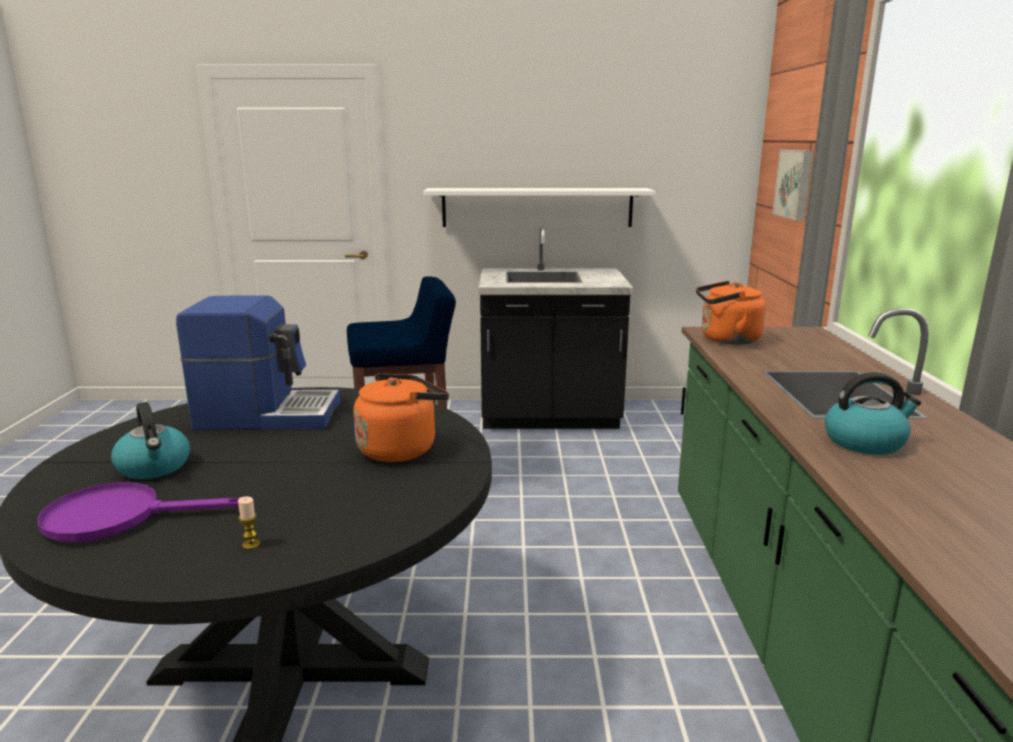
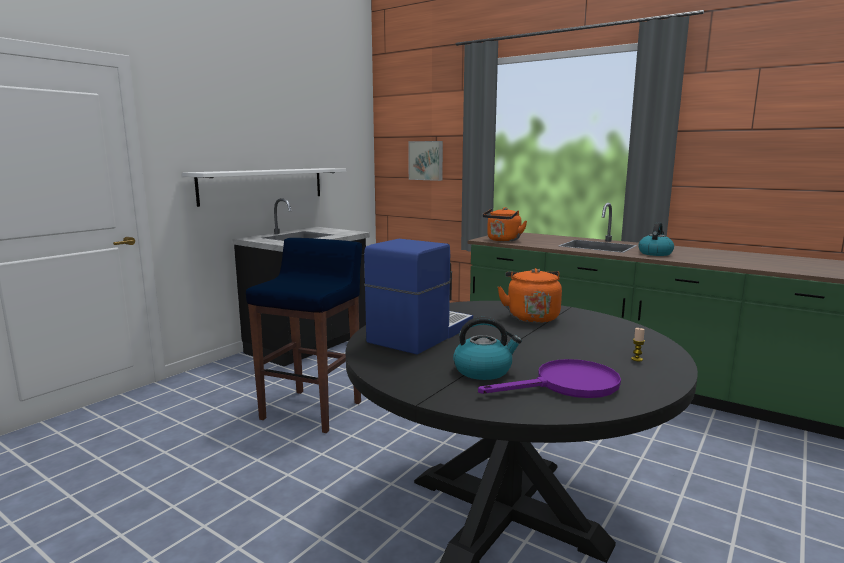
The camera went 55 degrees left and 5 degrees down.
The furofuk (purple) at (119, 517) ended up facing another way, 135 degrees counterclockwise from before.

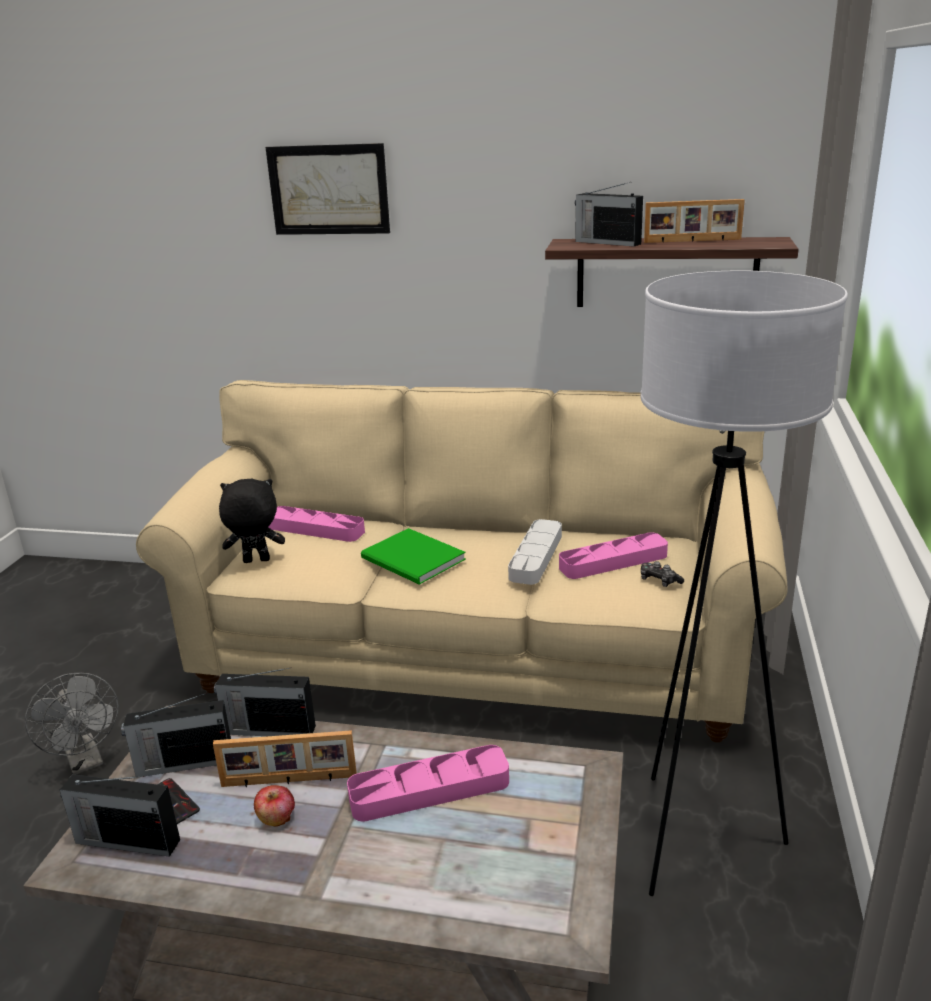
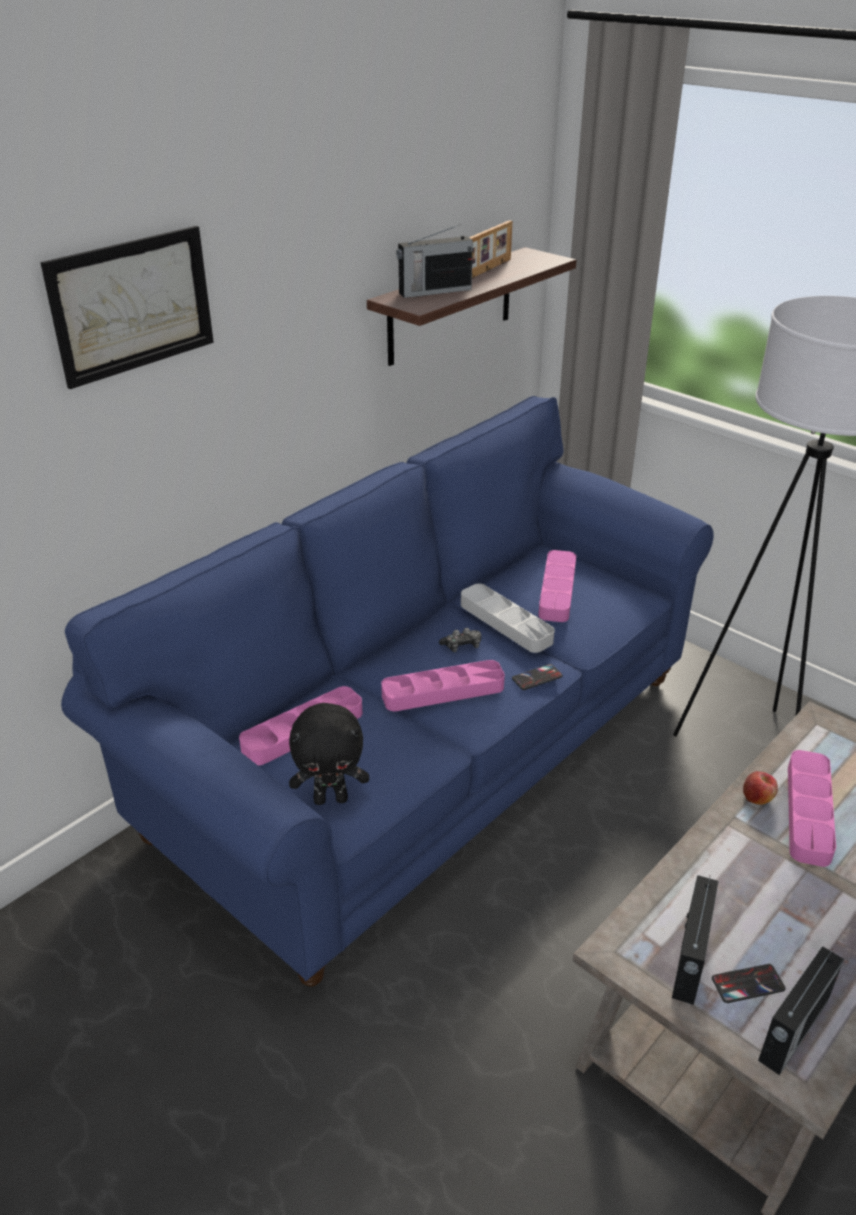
The camera went 60 degrees left and 10 degrees up.
The second view lost the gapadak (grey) at (86, 761).
What was the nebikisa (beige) at (472, 652) turned into the nebikisa (blue) at (427, 755).
The second view lost the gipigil at (289, 781).
The second view lost the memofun at (268, 729).
The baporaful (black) at (256, 561) ended up facing another way, 120 degrees counterclockwise from before.
The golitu ended up elsewhere, having gone from (276, 818) to (757, 798).
Where the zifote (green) stood at (413, 560), the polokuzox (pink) came to stand at (443, 691).
The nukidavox ended up elsewhere, having gone from (659, 581) to (462, 646).
The second view gained the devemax at (537, 677).

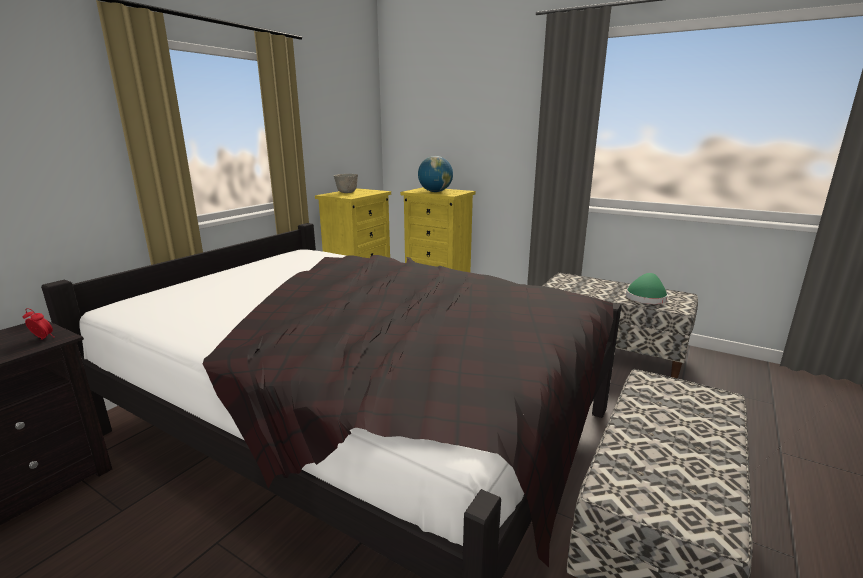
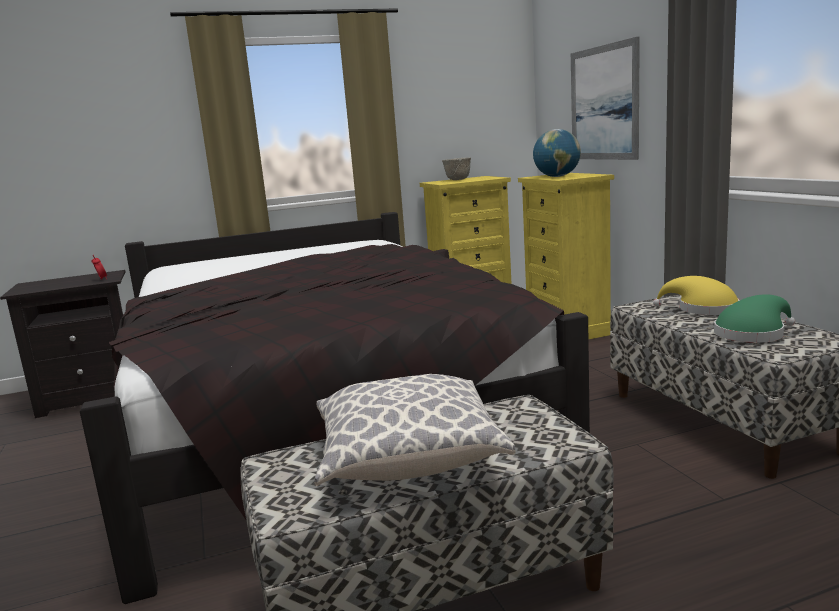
The camera went 40 degrees right and 5 degrees down.
The second view gained the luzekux at (408, 460).
The second view gained the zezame at (604, 103).
The second view gained the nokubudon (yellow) at (702, 309).

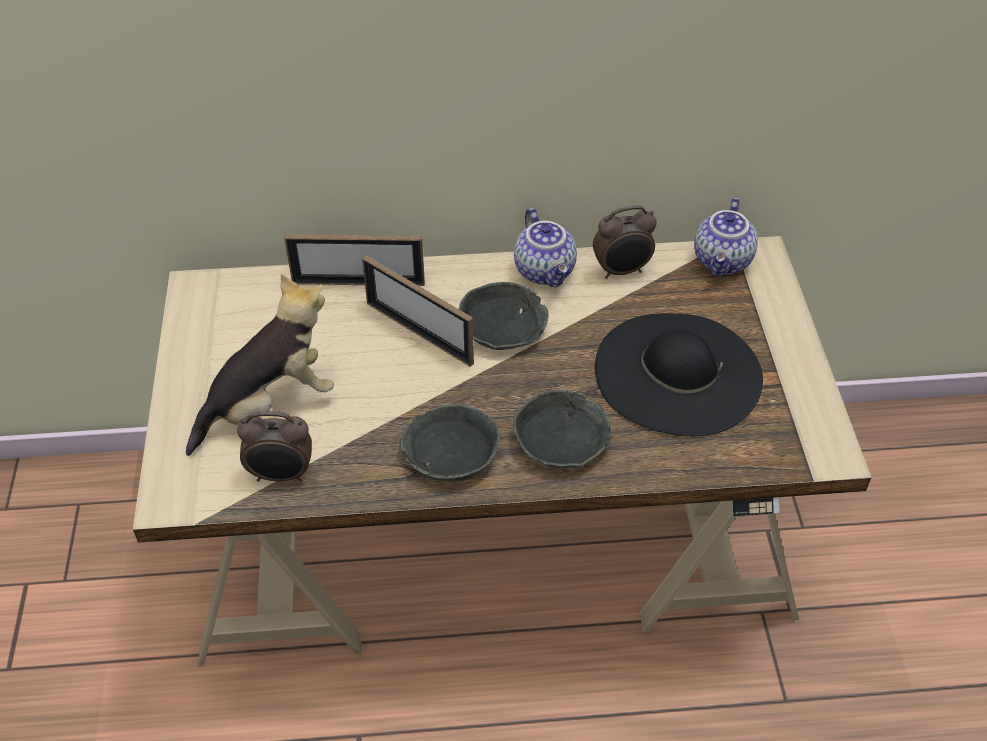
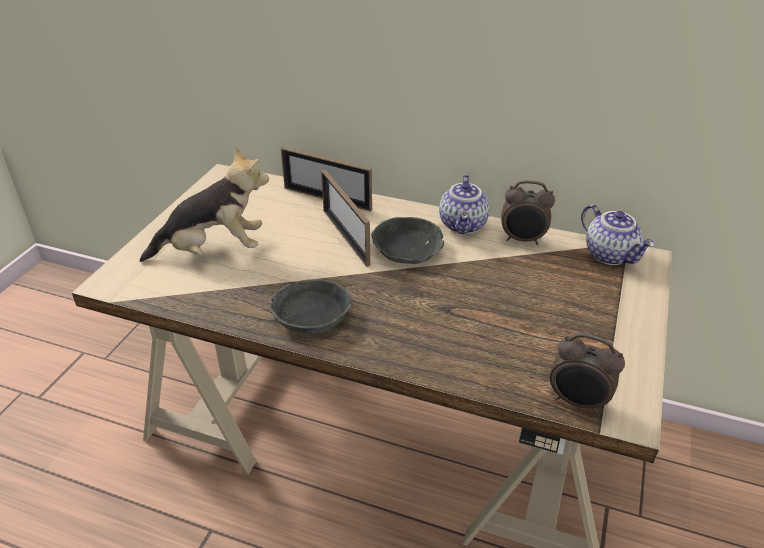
The camera went 25 degrees right and 10 degrees down.
The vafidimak ended up elsewhere, having gone from (281, 475) to (577, 402).
The second view lost the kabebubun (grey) at (562, 440).
The second view lost the nokubudon (black) at (677, 373).
The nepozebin at (723, 261) ended up facing another way, 75 degrees counterclockwise from before.

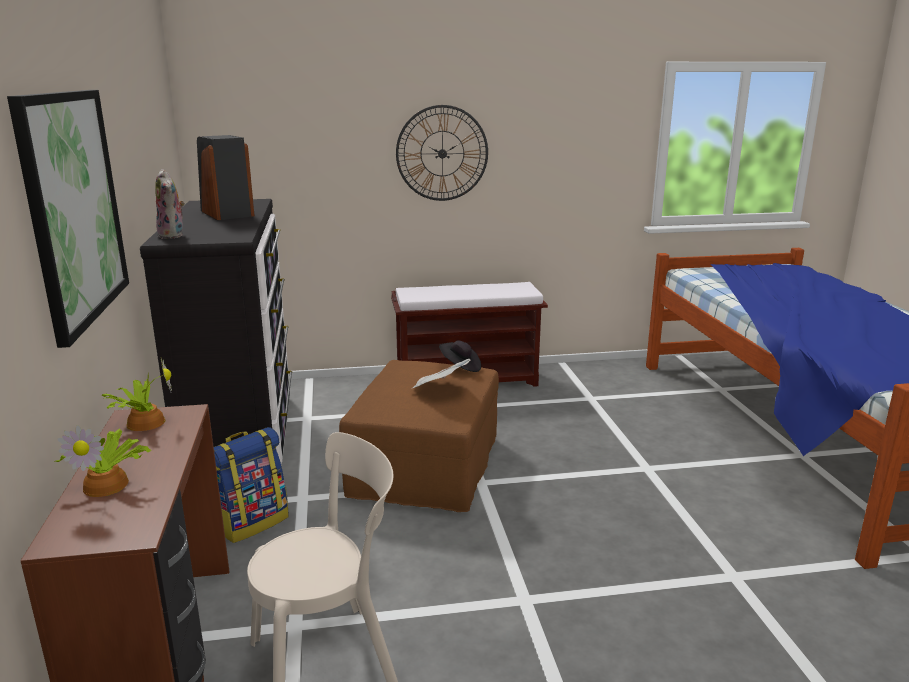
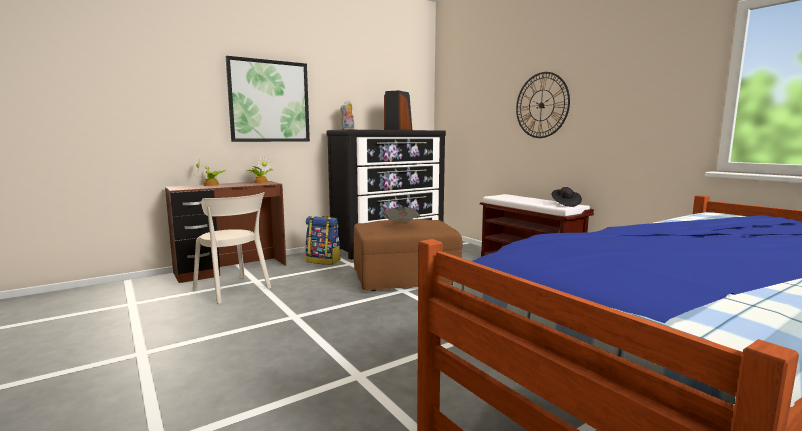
The camera went 65 degrees right and 10 degrees down.
The nokubudon (black) ended up elsewhere, having gone from (460, 367) to (565, 204).

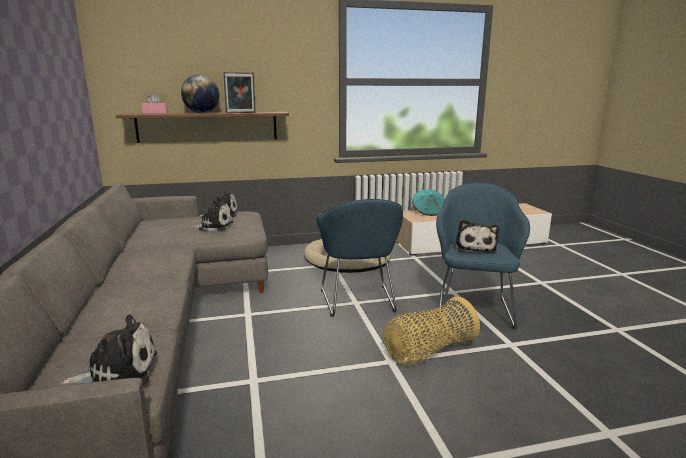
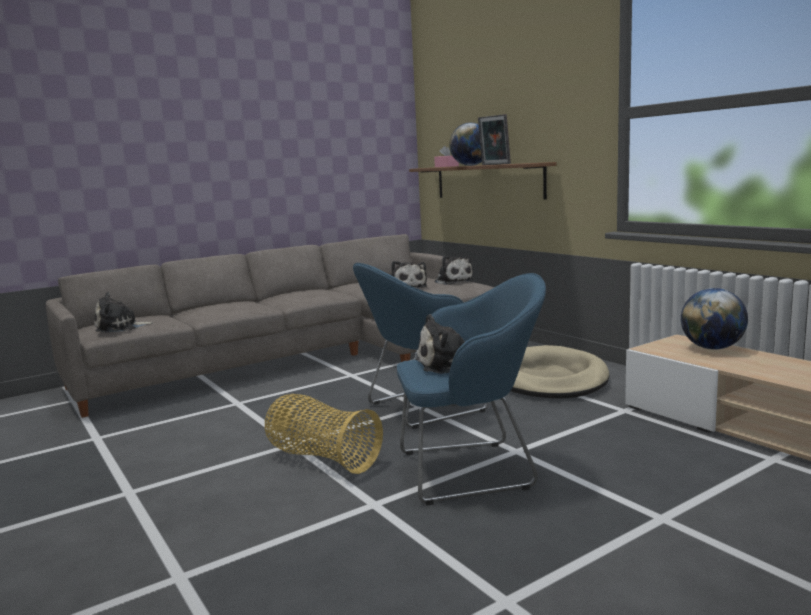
The camera went 70 degrees right and 5 degrees down.
The baporaful at (118, 372) ended up facing another way, 105 degrees clockwise from before.
Where the nokubudon (turquoise) stood at (428, 212), the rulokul came to stand at (712, 348).

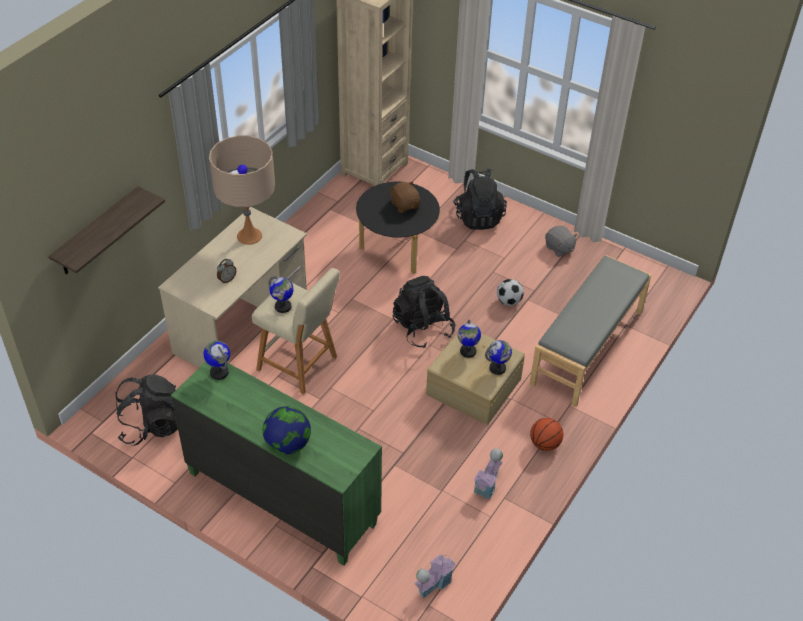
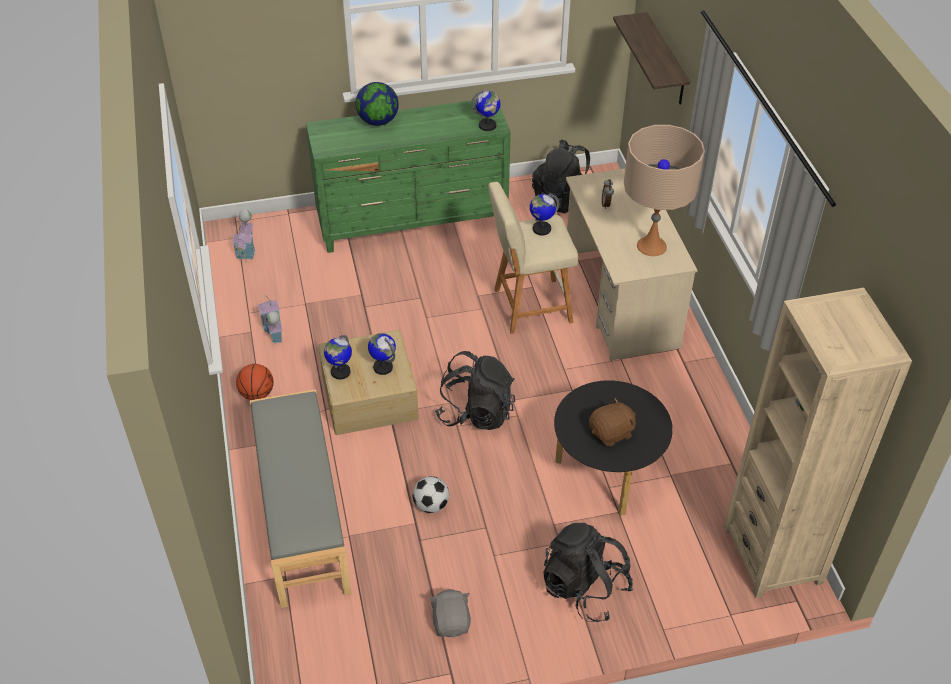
The camera went 135 degrees right and 0 degrees up.
The baporaful (brown) at (405, 205) ended up facing another way, 45 degrees counterclockwise from before.
The baporaful (grey) at (559, 248) ended up facing another way, 75 degrees clockwise from before.

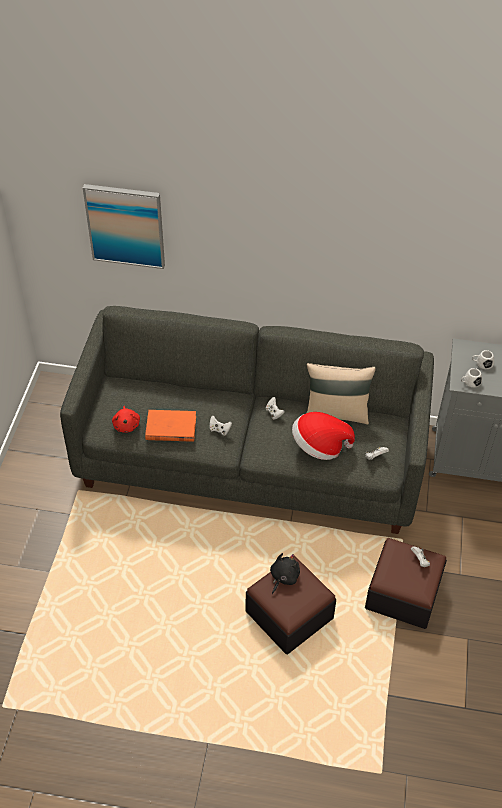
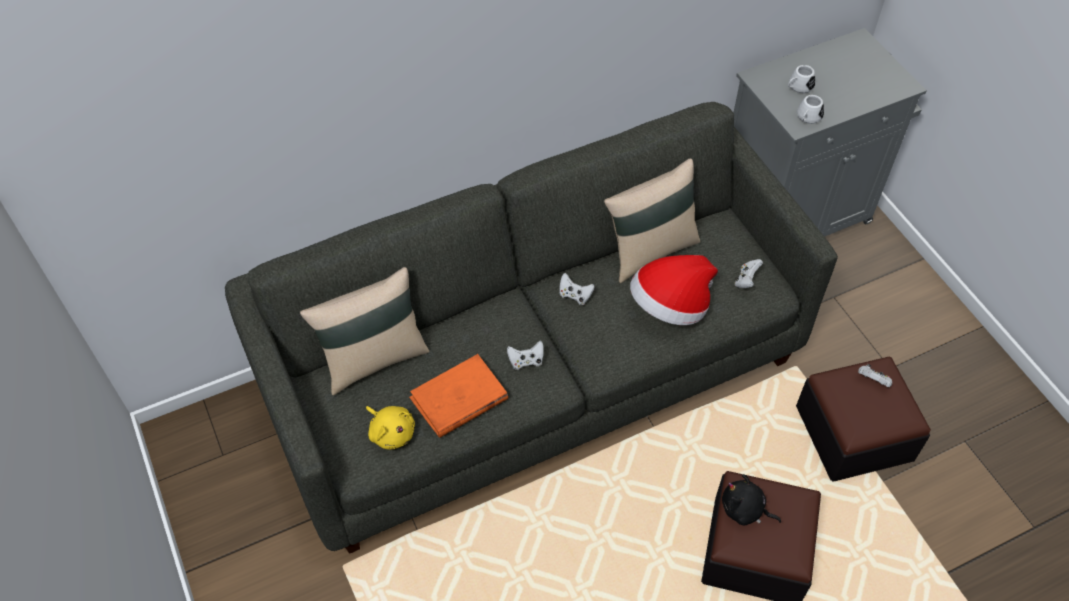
The camera went 35 degrees left and 5 degrees up.
The second view lost the zezame at (125, 225).
What was the baporaful (red) at (126, 425) turned into the baporaful (yellow) at (391, 432).
The baporaful (black) at (283, 577) ended up facing another way, 60 degrees counterclockwise from before.
The second view gained the luzekux (beige) at (373, 359).

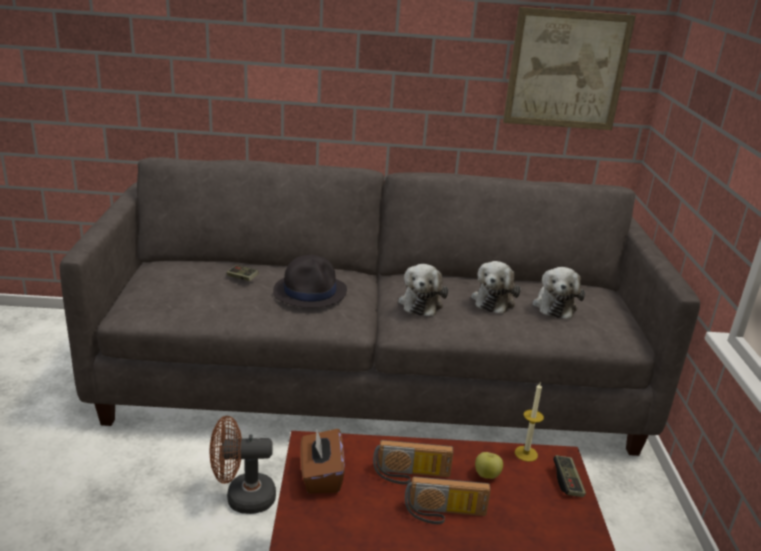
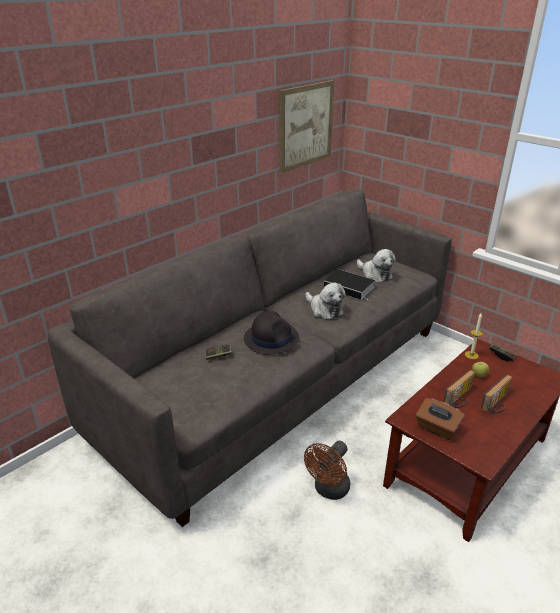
The camera went 45 degrees left and 5 degrees up.
Where the baporaful stood at (494, 300), the zifote came to stand at (350, 287).

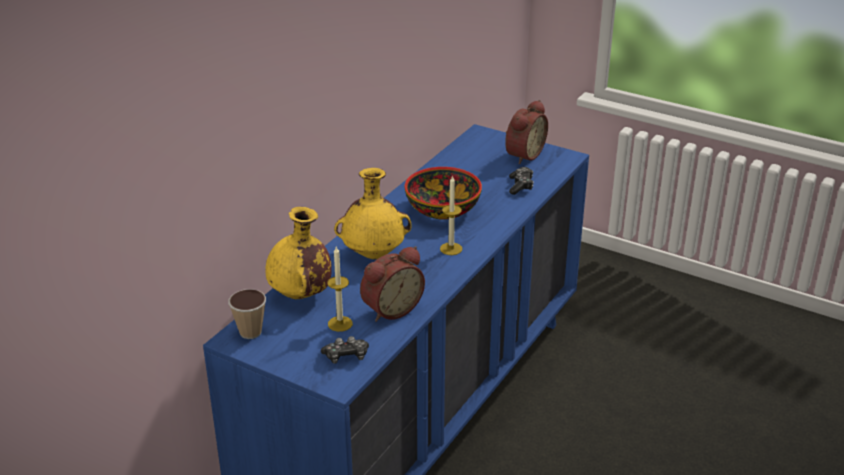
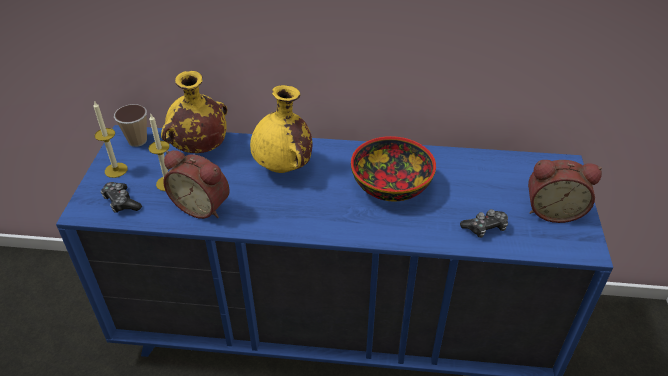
The camera went 65 degrees right and 10 degrees up.
The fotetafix ended up elsewhere, having gone from (451, 249) to (116, 170).

